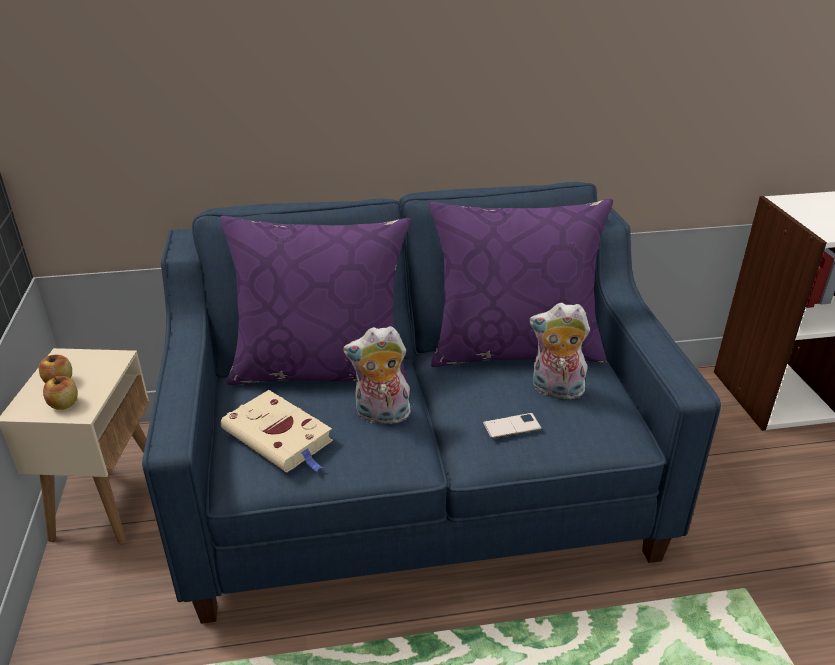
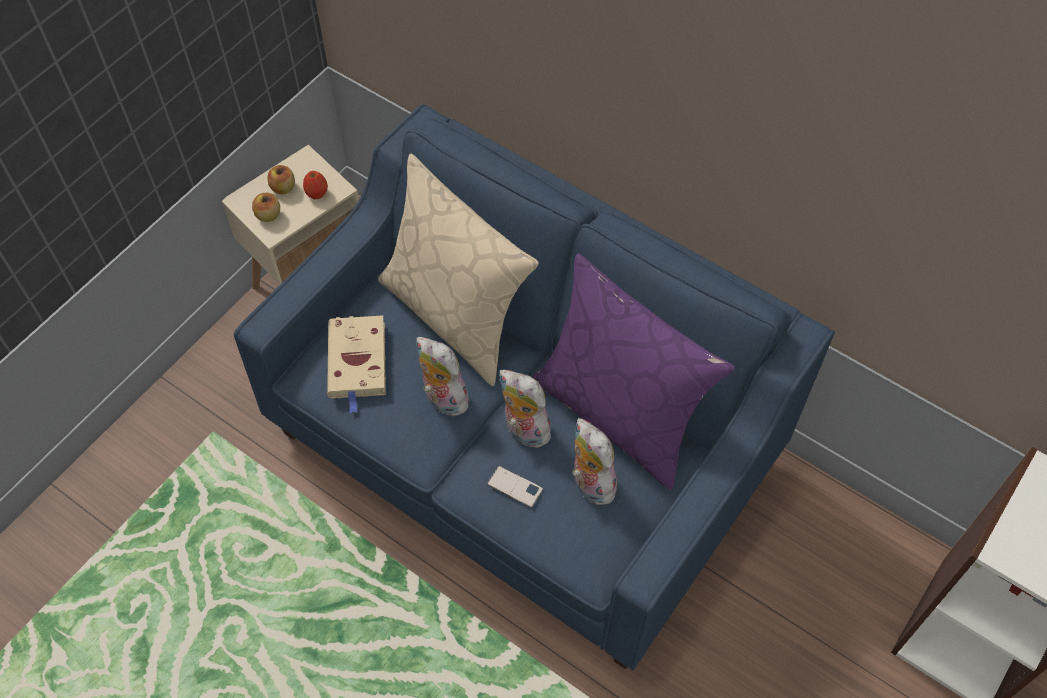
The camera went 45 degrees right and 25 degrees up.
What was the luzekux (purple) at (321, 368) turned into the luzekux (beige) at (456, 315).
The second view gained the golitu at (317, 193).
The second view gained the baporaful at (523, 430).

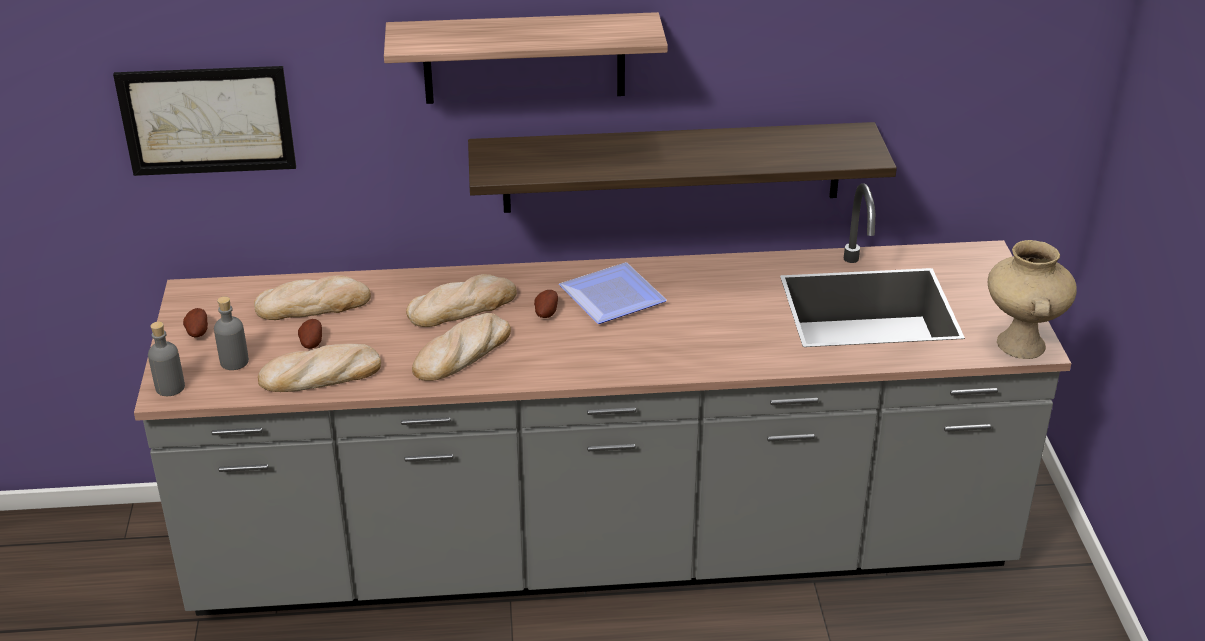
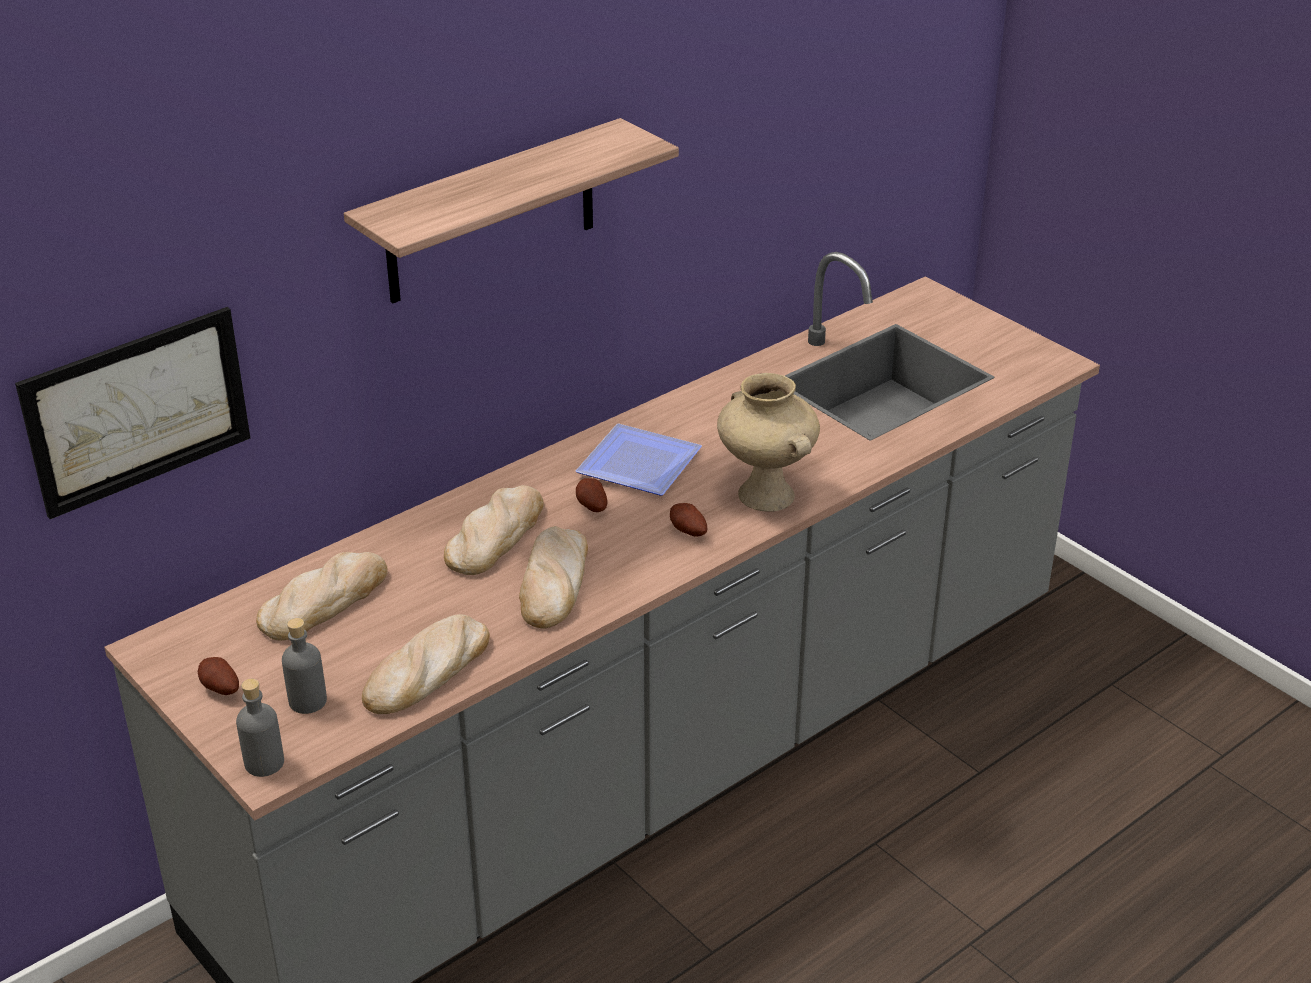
The camera went 35 degrees left and 0 degrees up.
The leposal ended up elsewhere, having gone from (311, 343) to (687, 532).
The second view lost the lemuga at (672, 167).
The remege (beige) ended up elsewhere, having gone from (1019, 343) to (764, 495).

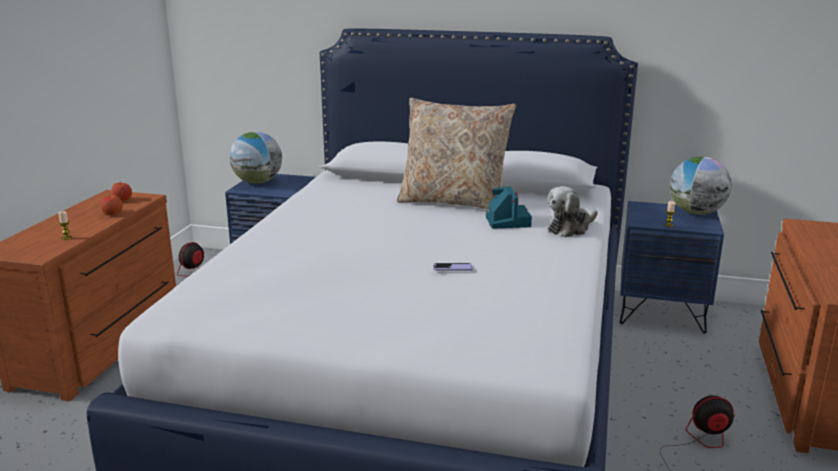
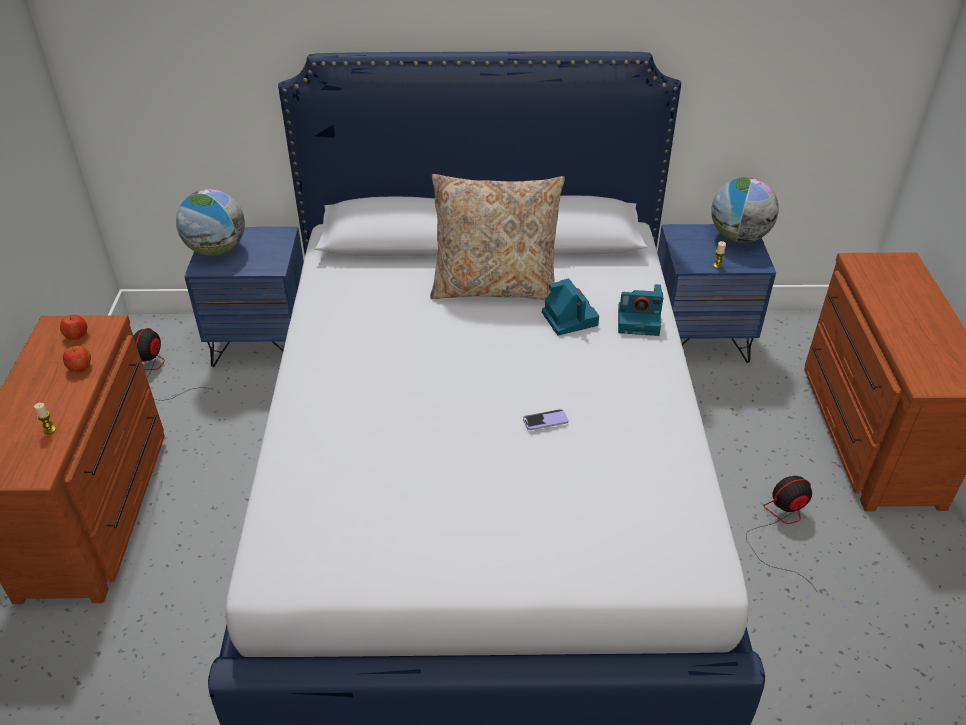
The camera went 15 degrees left and 20 degrees up.
Where the baporaful stood at (570, 228), the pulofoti came to stand at (639, 320).

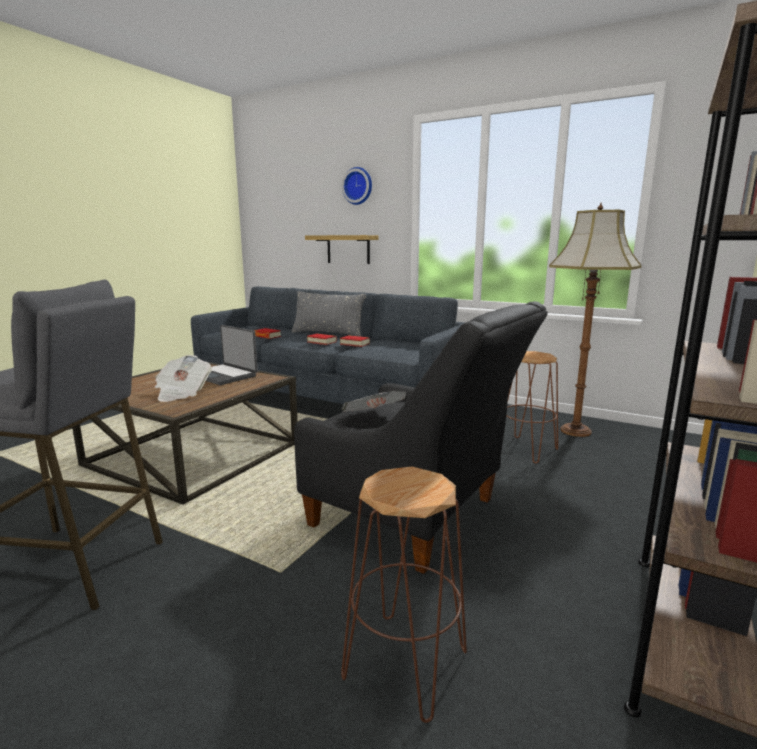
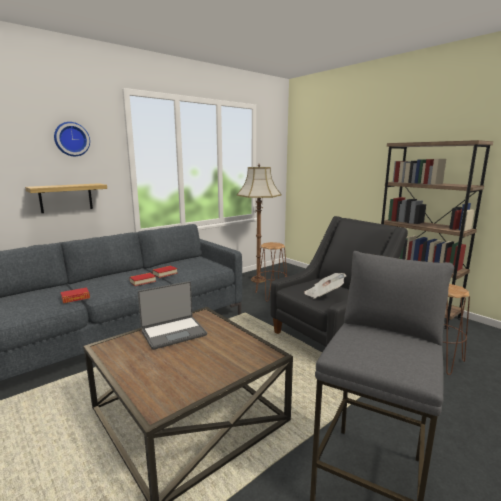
The camera went 70 degrees left and 0 degrees up.
The second view lost the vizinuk at (182, 393).
The second view lost the luzekux (grey) at (328, 334).

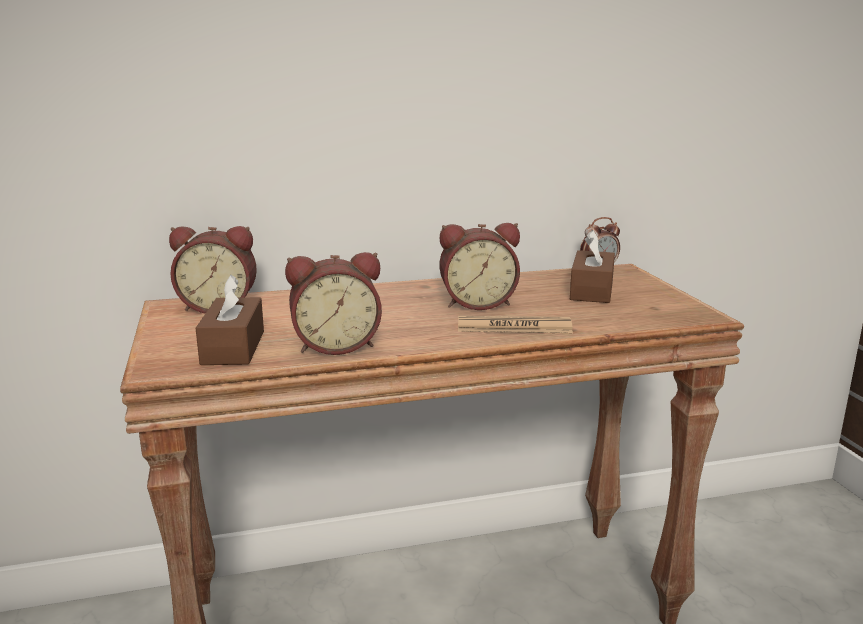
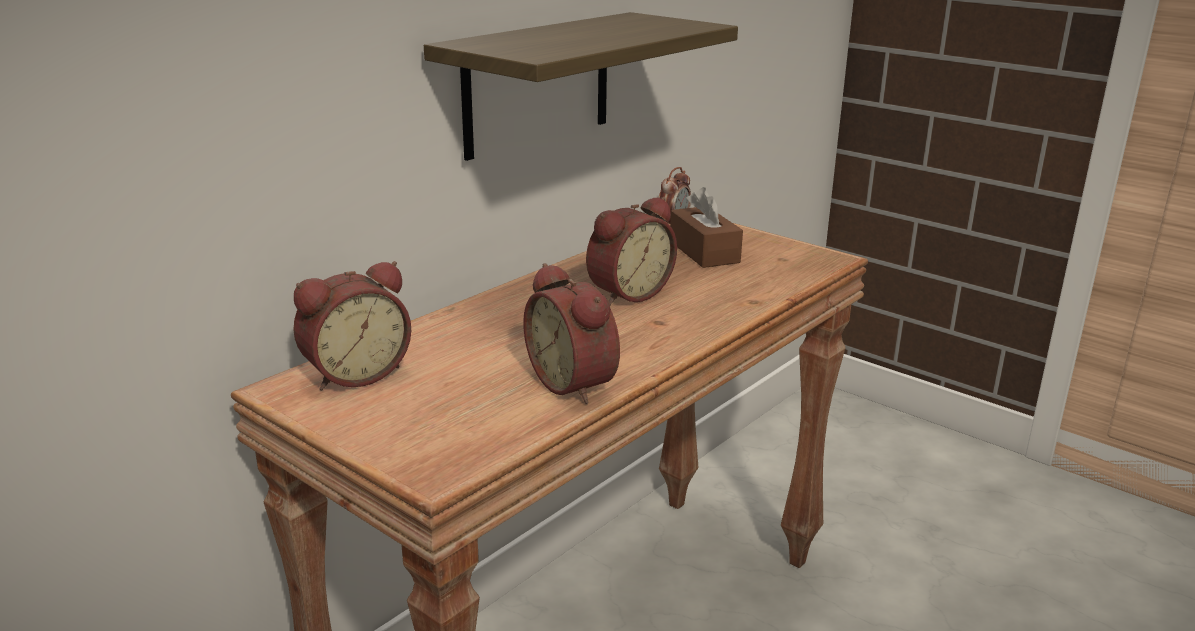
The camera went 35 degrees left and 5 degrees up.
The second view lost the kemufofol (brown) at (233, 347).
The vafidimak at (336, 345) ended up facing another way, 105 degrees clockwise from before.
The second view lost the vizinuk at (514, 327).
The second view gained the lemuga at (537, 84).

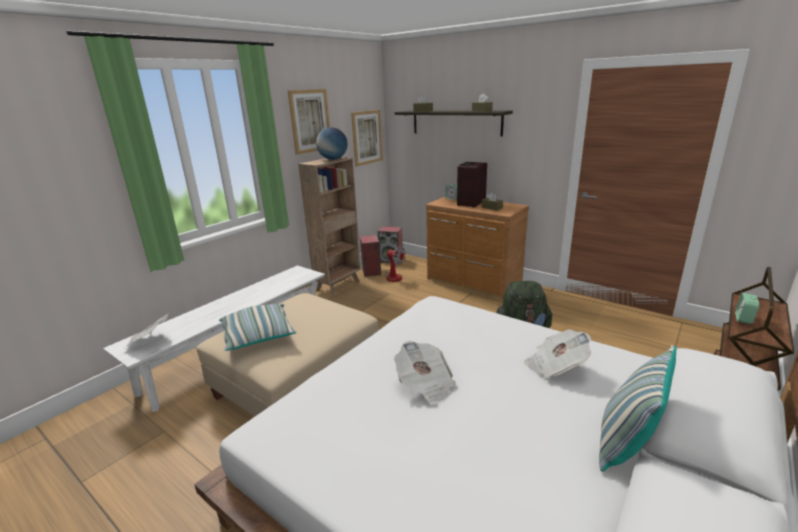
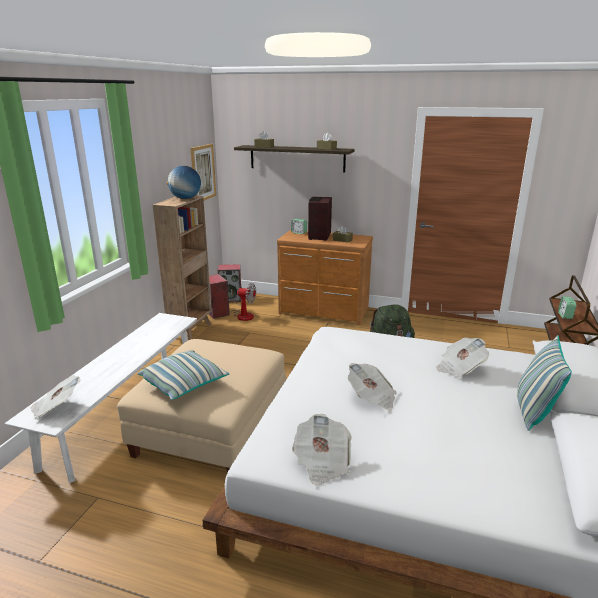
The camera went 20 degrees left and 0 degrees up.
The second view lost the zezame at (310, 121).
The second view gained the vizinuk at (322, 462).

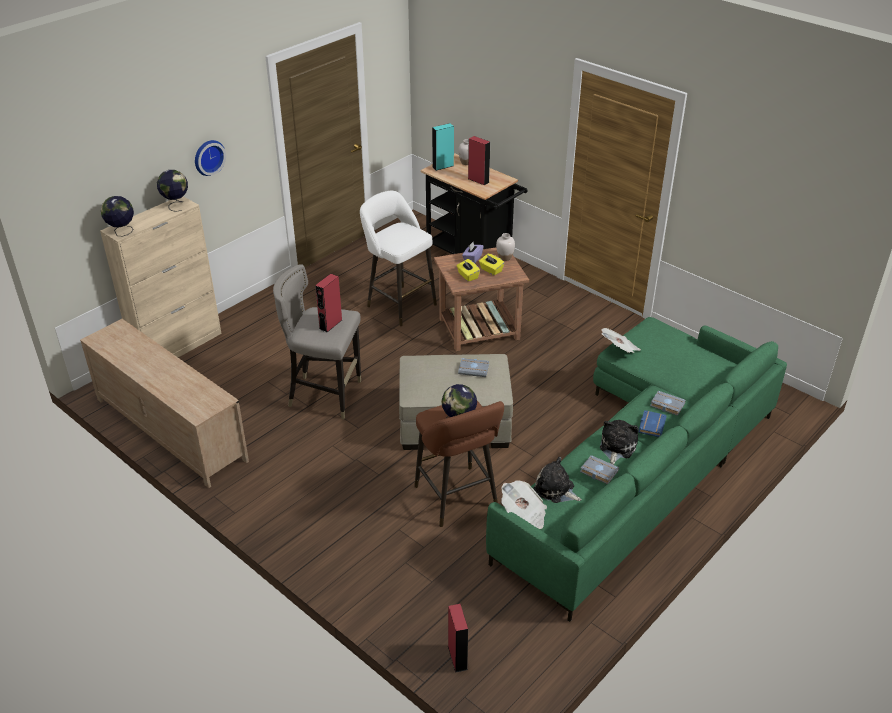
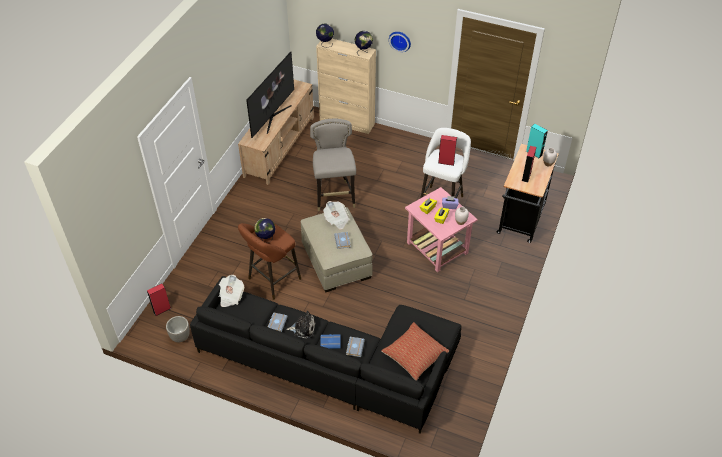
The camera went 70 degrees right and 10 degrees up.
The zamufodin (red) ended up elsewhere, having gone from (330, 324) to (446, 162).
What was the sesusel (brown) at (480, 328) turned into the sesusel (pink) at (437, 248).
What was the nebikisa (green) at (639, 466) turned into the nebikisa (black) at (335, 363).
The second view lost the baporaful at (555, 490).
The vizinuk ended up elsewhere, having gone from (619, 349) to (336, 220).
The second view gained the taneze at (180, 337).
The second view gained the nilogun at (272, 117).
The second view gained the luzekux at (414, 355).

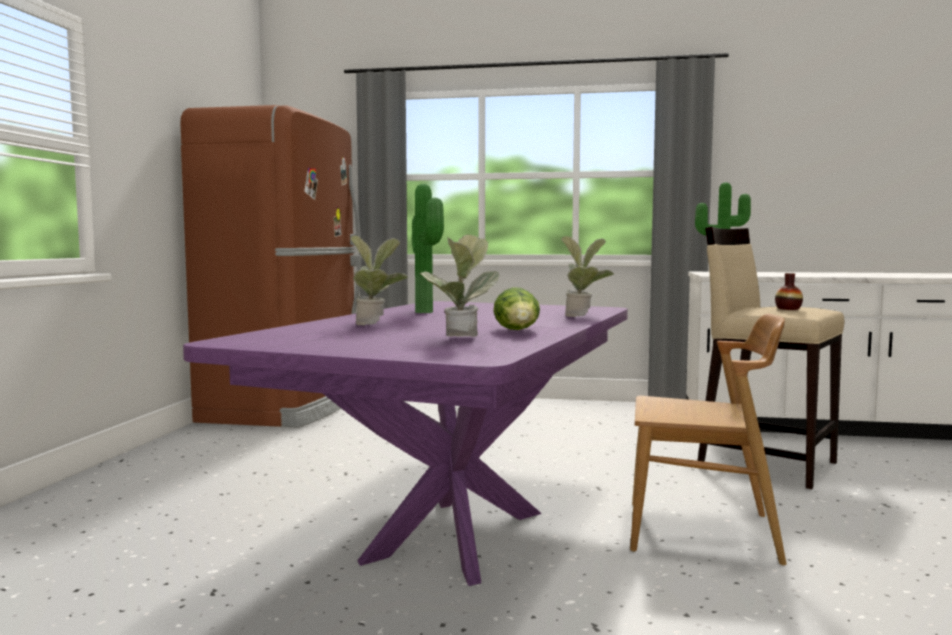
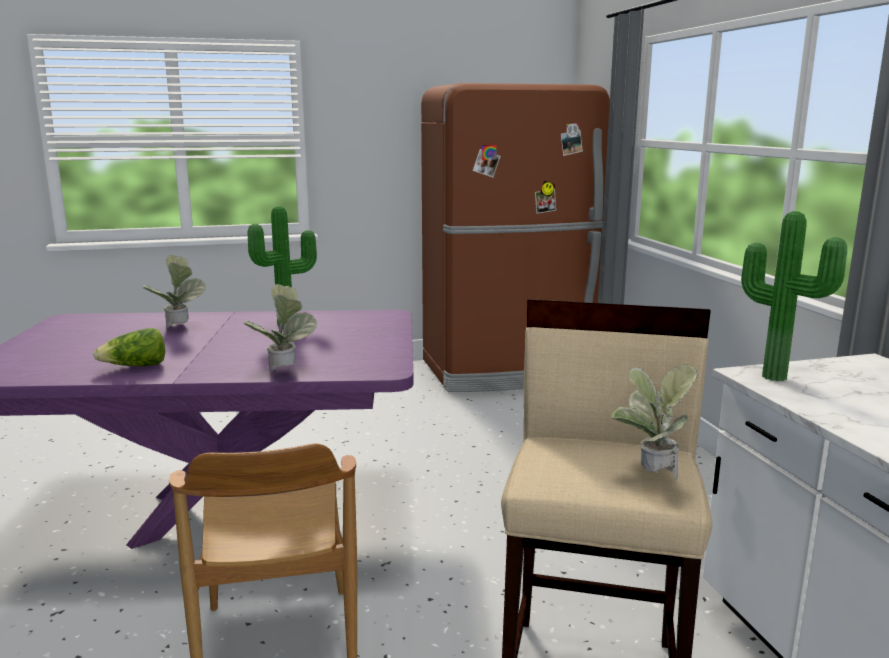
The camera went 65 degrees right and 10 degrees up.
The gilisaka ended up elsewhere, having gone from (459, 339) to (650, 476).
The second view lost the remege at (788, 309).

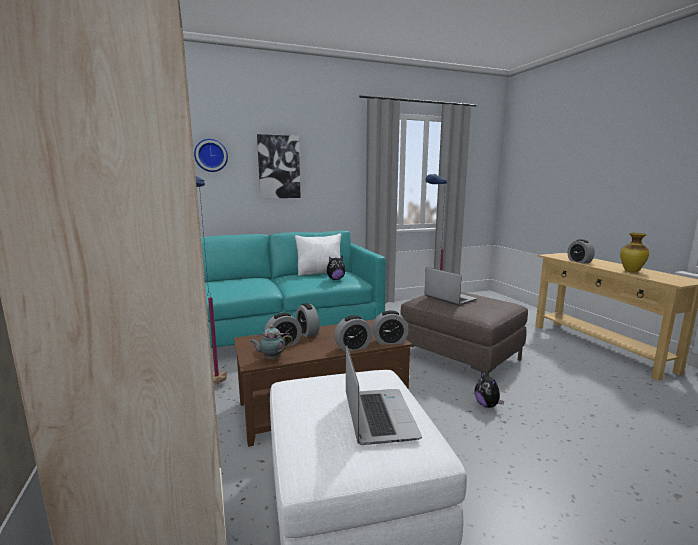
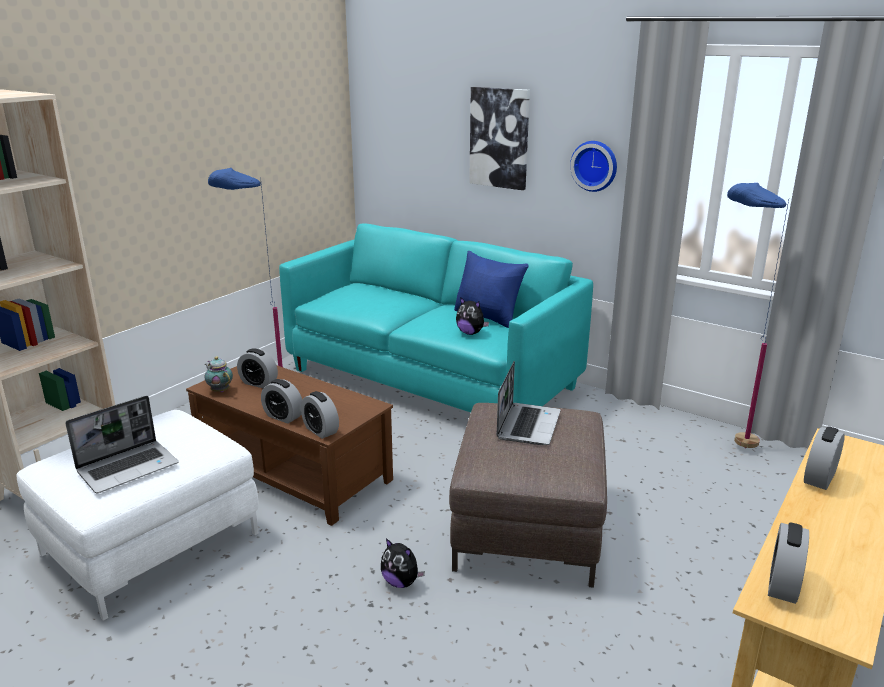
The camera went 55 degrees right and 10 degrees up.
The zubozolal ended up elsewhere, having gone from (211, 155) to (595, 165).
What was the luzekux (white) at (320, 273) turned into the luzekux (blue) at (488, 317).
The vafidimak ended up elsewhere, having gone from (307, 333) to (783, 585).
The baporaful at (487, 405) ended up facing another way, 90 degrees counterclockwise from before.
The second view lost the remege at (630, 271).

